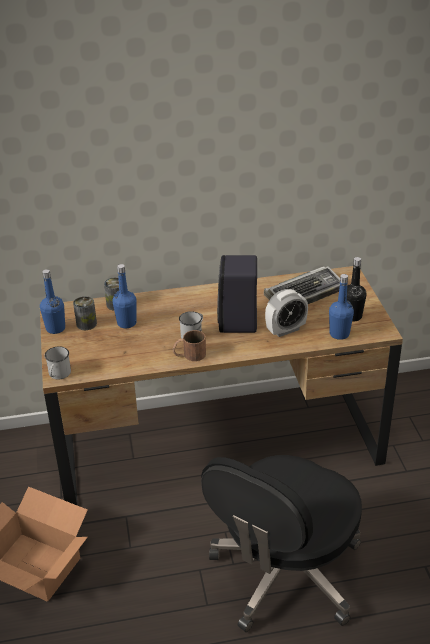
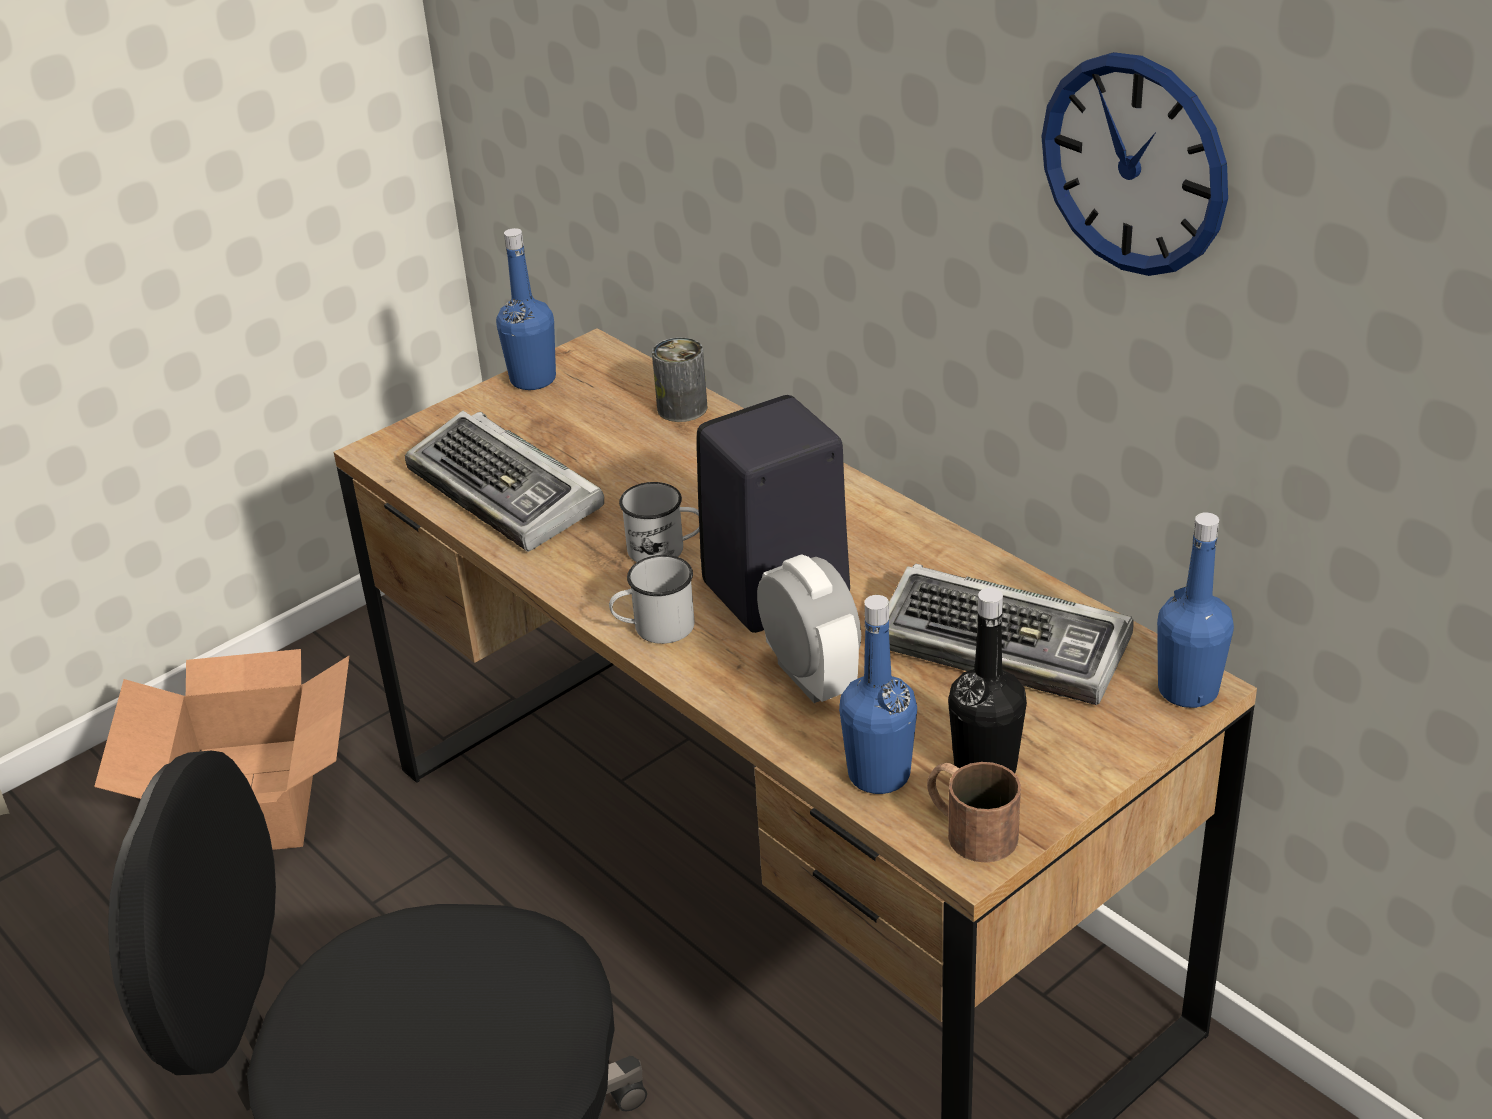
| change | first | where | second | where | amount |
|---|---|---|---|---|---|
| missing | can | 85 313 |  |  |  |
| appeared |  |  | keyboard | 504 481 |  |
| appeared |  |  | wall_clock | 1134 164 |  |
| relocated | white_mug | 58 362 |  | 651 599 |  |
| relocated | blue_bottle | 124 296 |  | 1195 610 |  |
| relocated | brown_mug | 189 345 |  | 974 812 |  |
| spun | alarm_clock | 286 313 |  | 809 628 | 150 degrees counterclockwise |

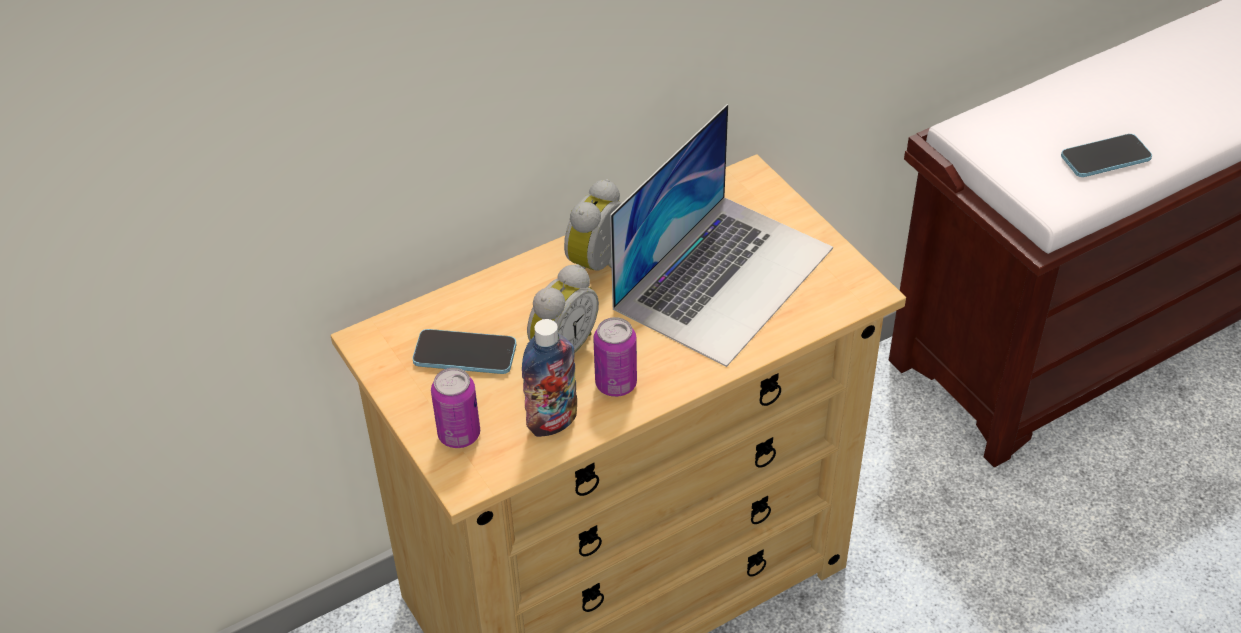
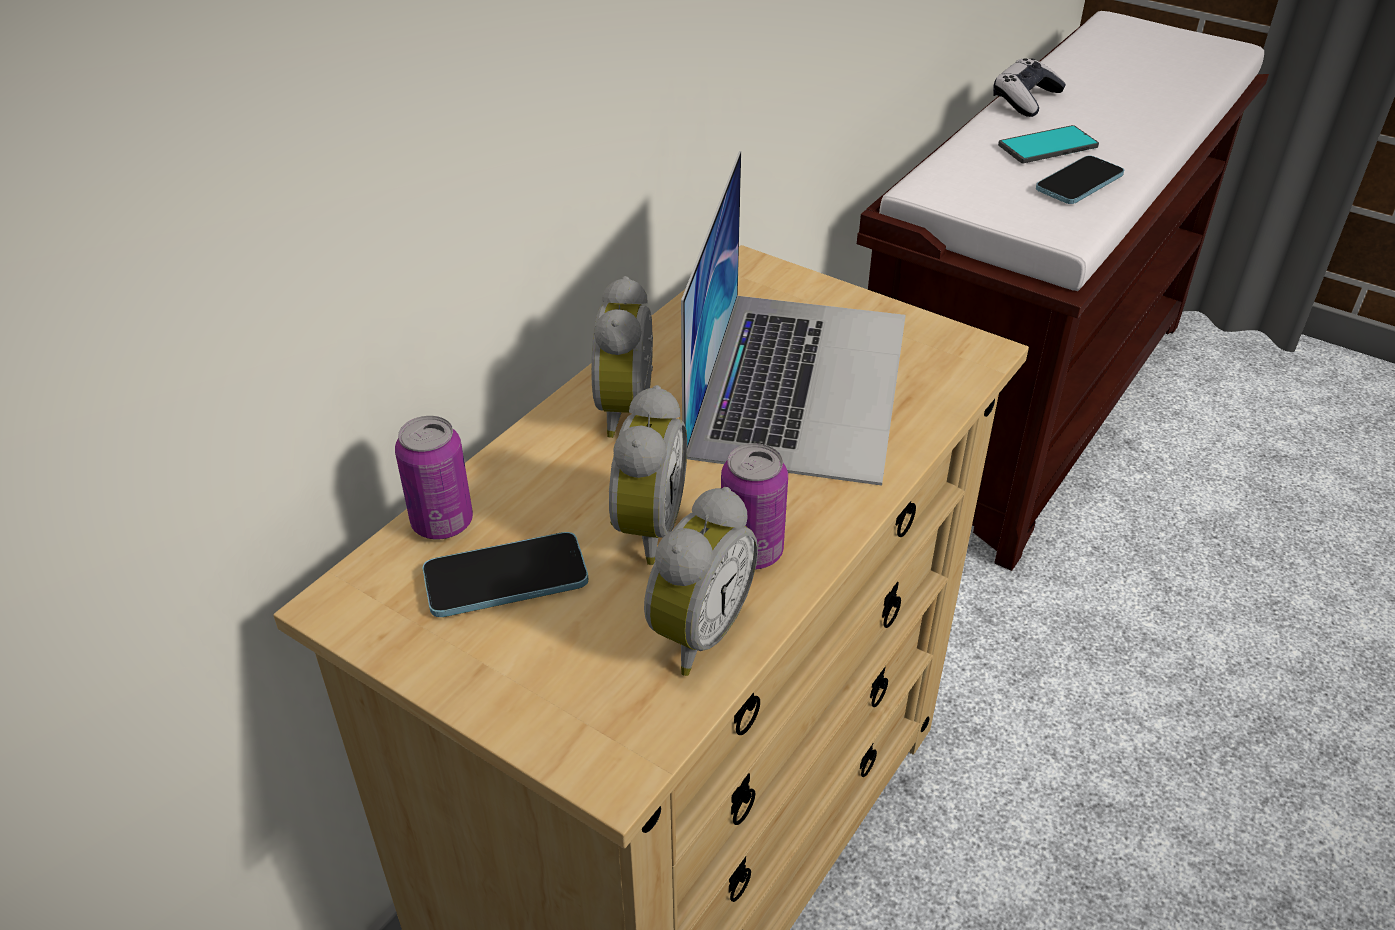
| change | first | where | second | where | amount |
|---|---|---|---|---|---|
| appeared |  |  | game_controller | 1029 87 |  |
| appeared |  |  | phone | 1048 144 |  |
| relocated | can | 455 408 |  | 434 477 |  |
| exchanged | bottle | 549 378 | alarm_clock | 701 581 |  |

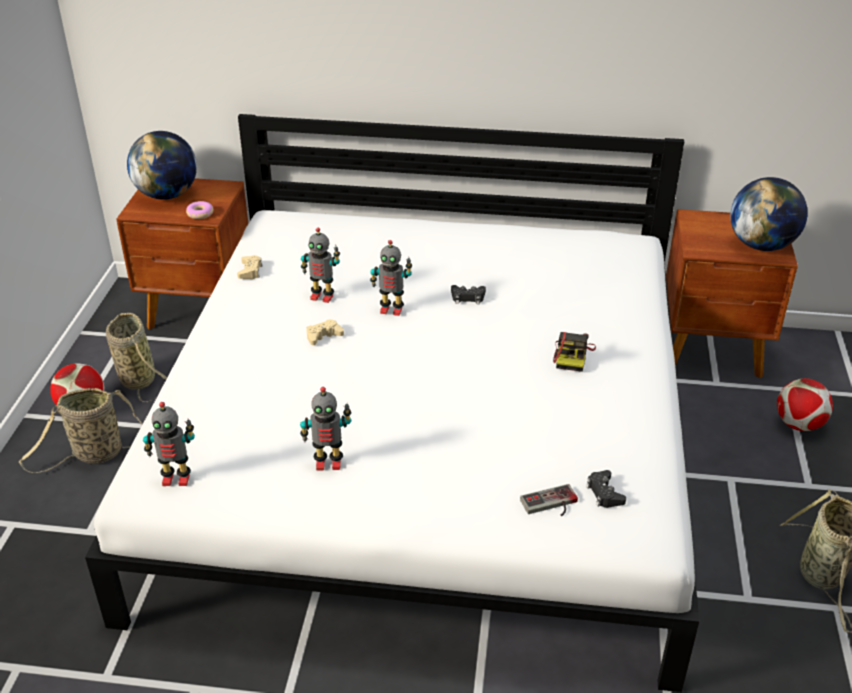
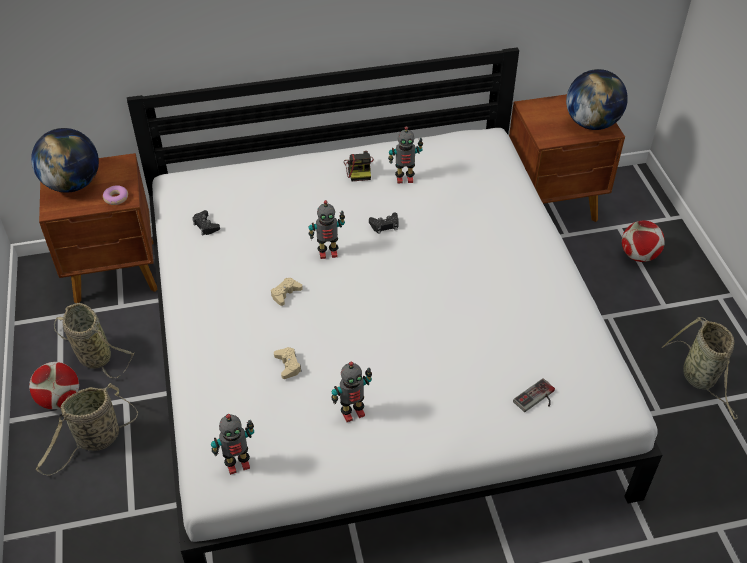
| change | first | where | second | where | amount |
|---|---|---|---|---|---|
| relocated | beige_game_controller | 249 267 |  | 288 363 |  |
| relocated | toy_robot | 320 265 |  | 405 154 |  |
| relocated | photo_camera | 574 352 |  | 359 166 |  |
| relocated | black_game_controller | 606 489 |  | 206 222 |  |

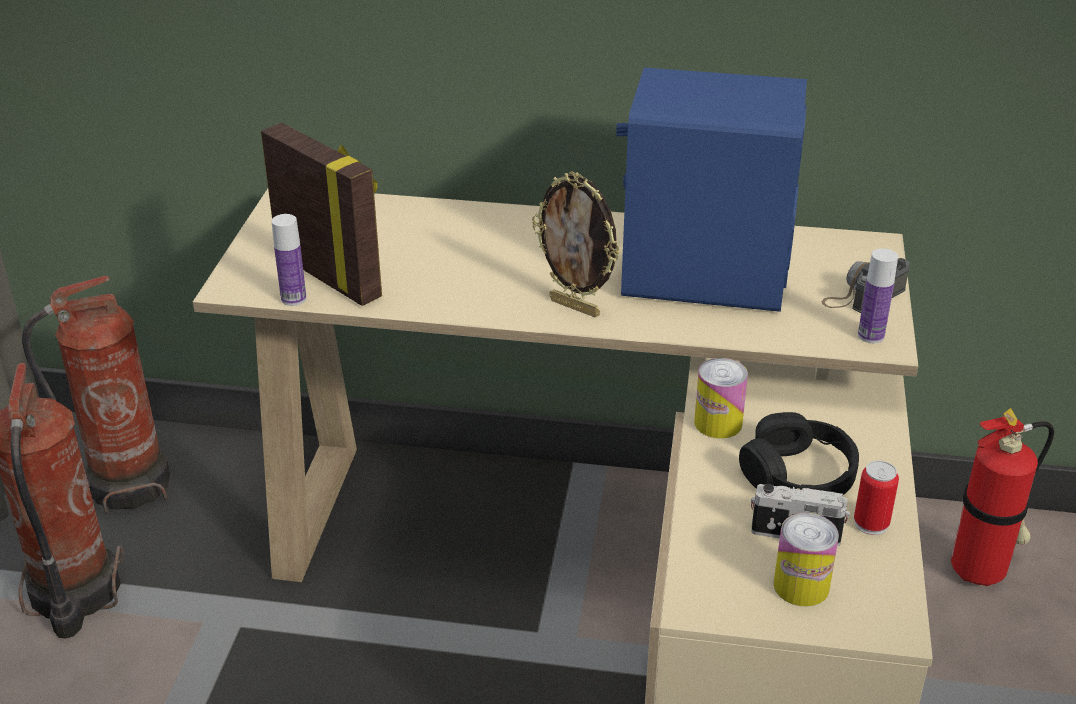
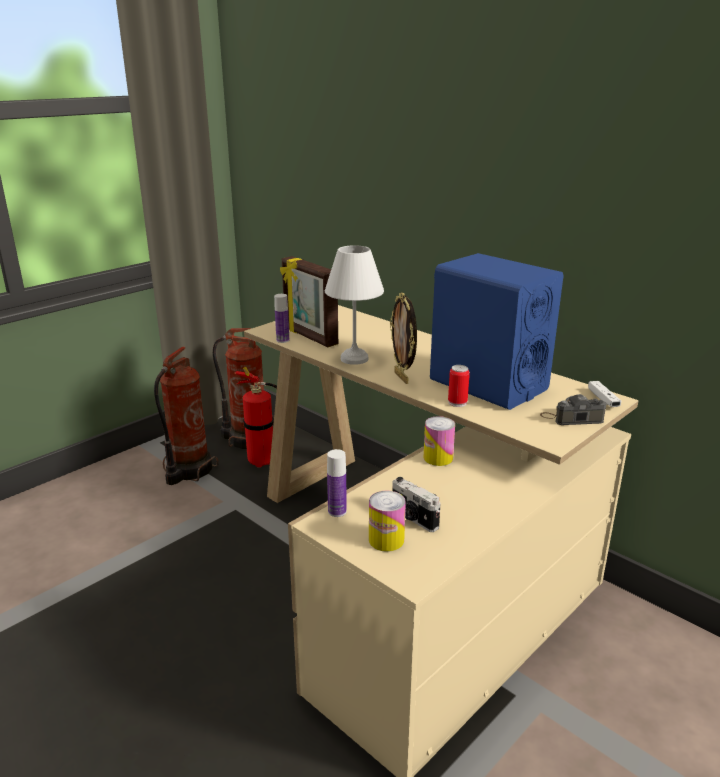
| change | first | where | second | where | amount |
|---|---|---|---|---|---|
| missing | black_headphones | 799 453 |  |  |  |
| appeared |  |  | white_table_lamp | 354 305 |  |
| appeared |  |  | white_game_controller | 604 394 |  |
| relocated | can | 876 498 |  | 459 386 |  |
| relocated | bottle | 878 295 |  | 337 483 |  |
| relocated | fire_extinguisher | 1002 497 |  | 256 417 |  |
| spun | picture_frame | 321 214 |  | 309 301 | 150 degrees clockwise |

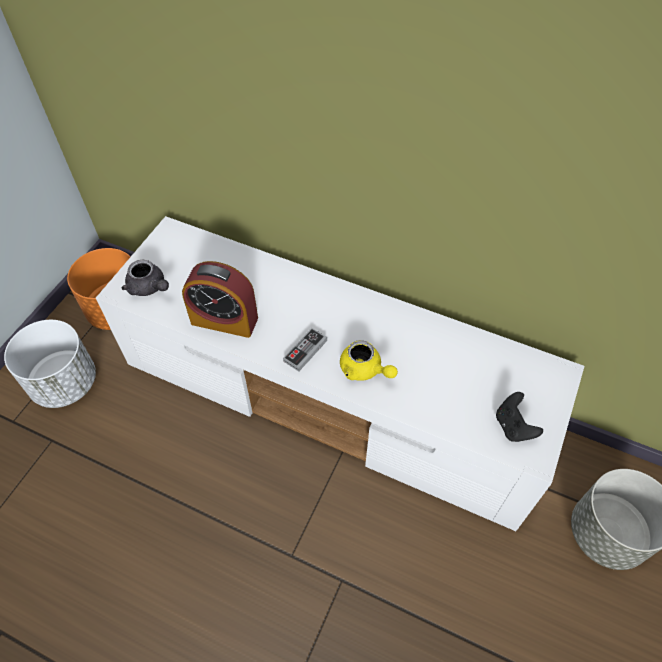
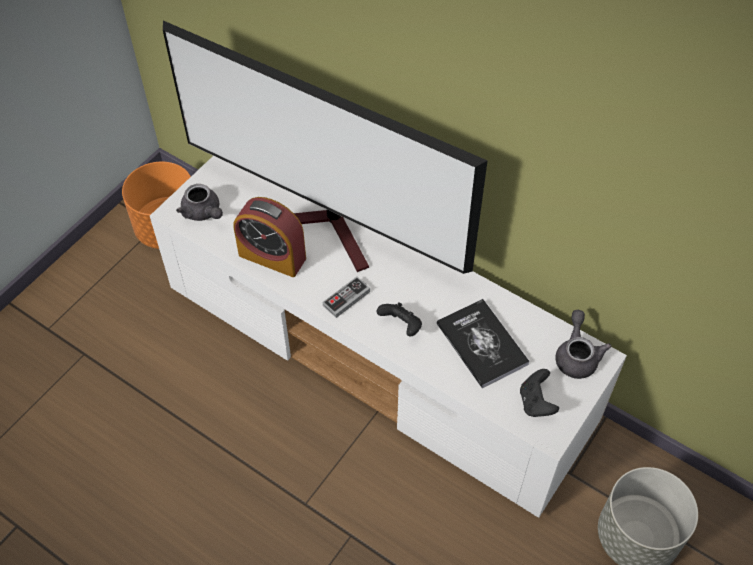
| change | first | where | second | where | amount |
|---|---|---|---|---|---|
| missing | white_planter | 50 364 |  |  |  |
| appeared |  |  | television | 325 147 |  |
| appeared |  |  | book | 483 343 |  |
| appeared |  |  | grey_teapot | 583 344 |  |
| exchanged | yellow_teapot | 369 360 | black_game_controller | 399 319 |  |

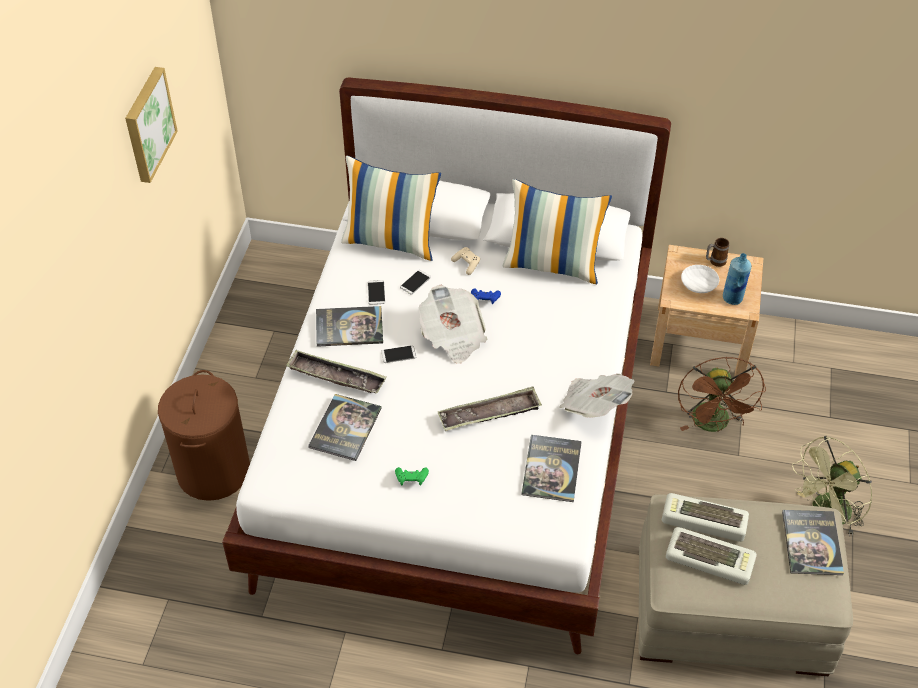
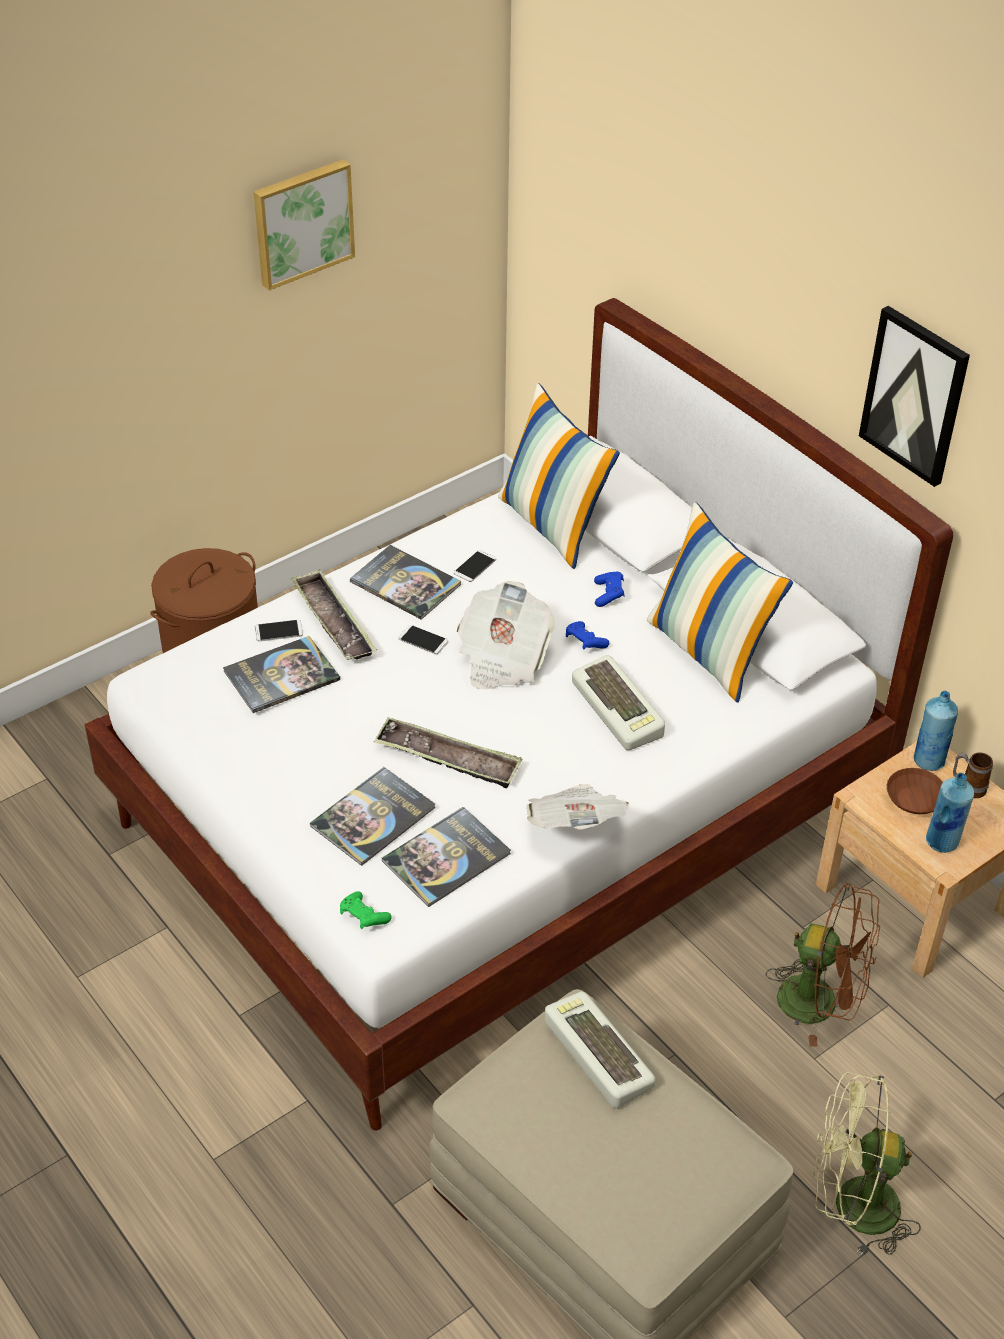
| change | first | where | second | where | amount |
|---|---|---|---|---|---|
| appeared |  |  | picture | 914 396 |  |
| appeared |  |  | blue_bottle | 936 731 |  |
| relocated | green_game_controller | 412 476 |  | 366 910 |  |
| relocated | phone | 415 282 |  | 279 630 |  |
| relocated | keyboard | 711 556 |  | 618 702 |  |
| relocated | book | 813 542 |  | 373 816 |  |
| colour | beige_game_controller | 465 261 | blue_game_controller | 609 589 |  |
| colour | white_bowl | 700 279 | brown_bowl | 915 791 |  |
| spun | brown_fan | 722 394 |  | 823 964 | 105 degrees counterclockwise |

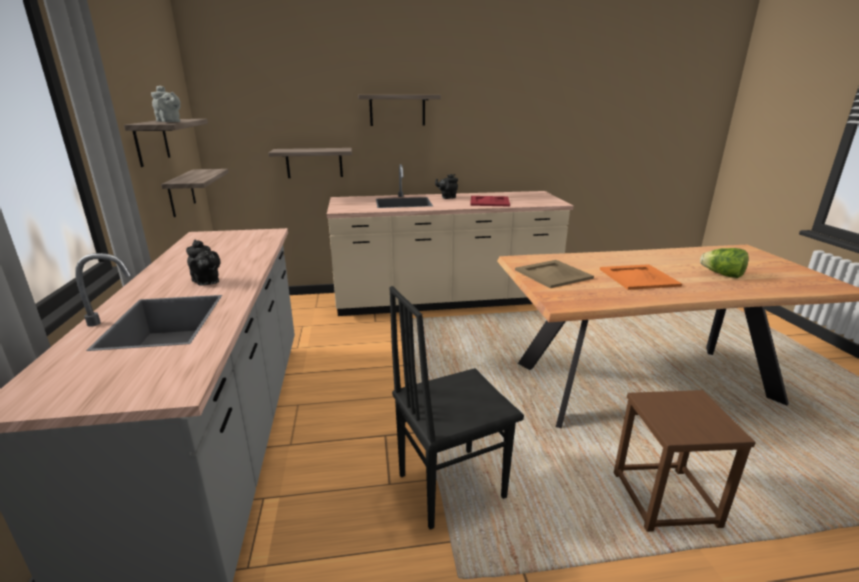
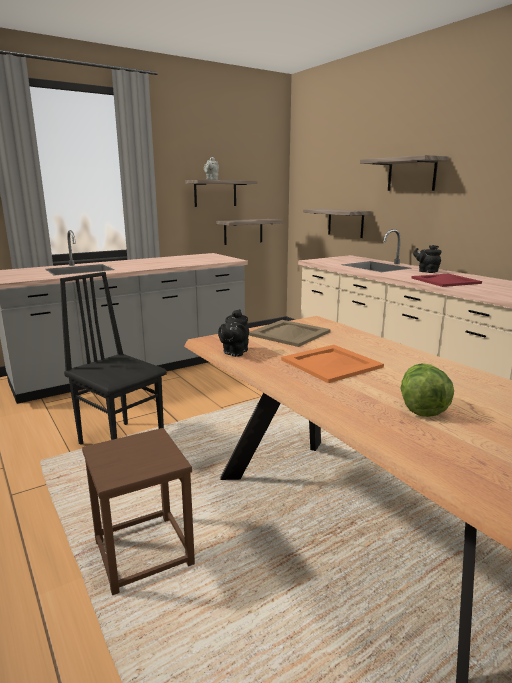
| change | first | where | second | where | amount |
|---|---|---|---|---|---|
| relocated | black_teapot | 203 263 |  | 233 333 |  |

